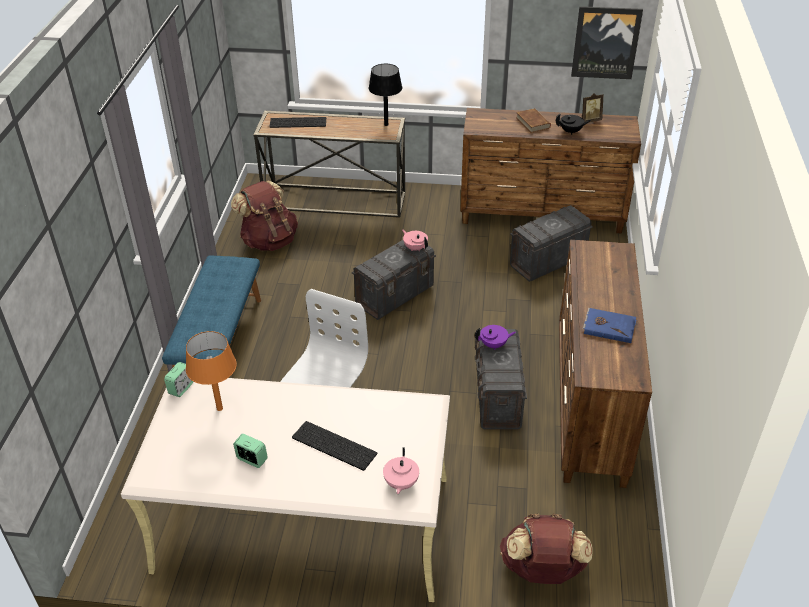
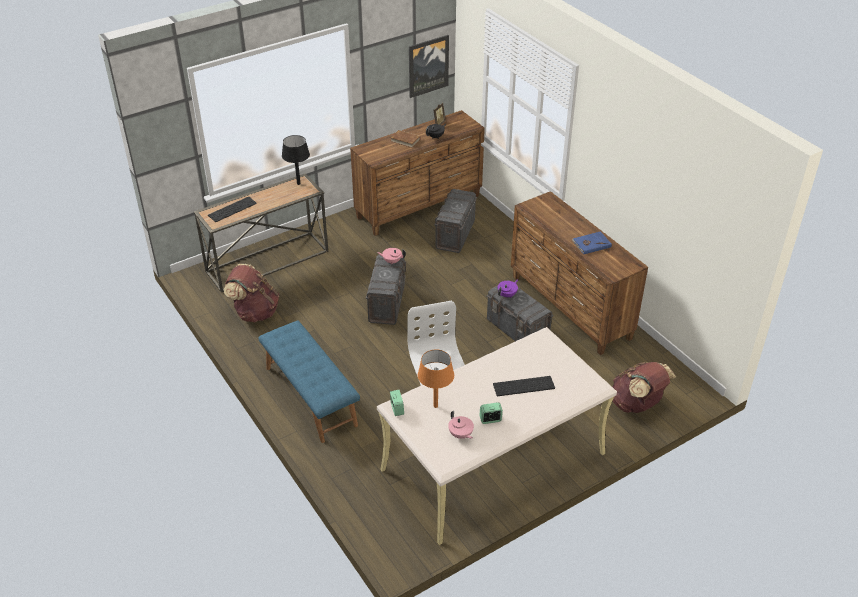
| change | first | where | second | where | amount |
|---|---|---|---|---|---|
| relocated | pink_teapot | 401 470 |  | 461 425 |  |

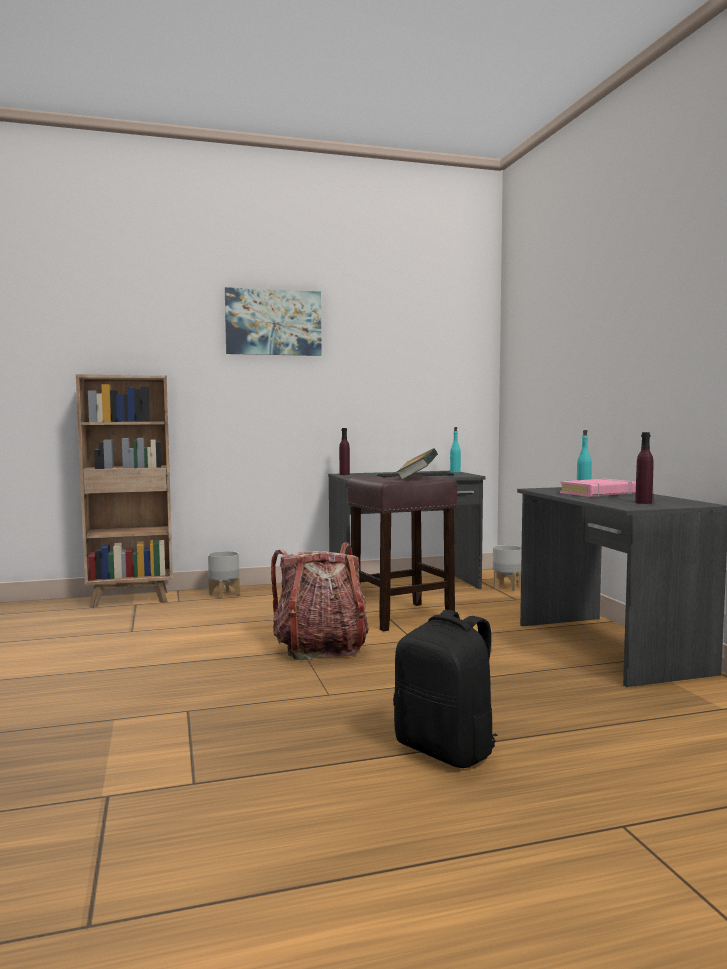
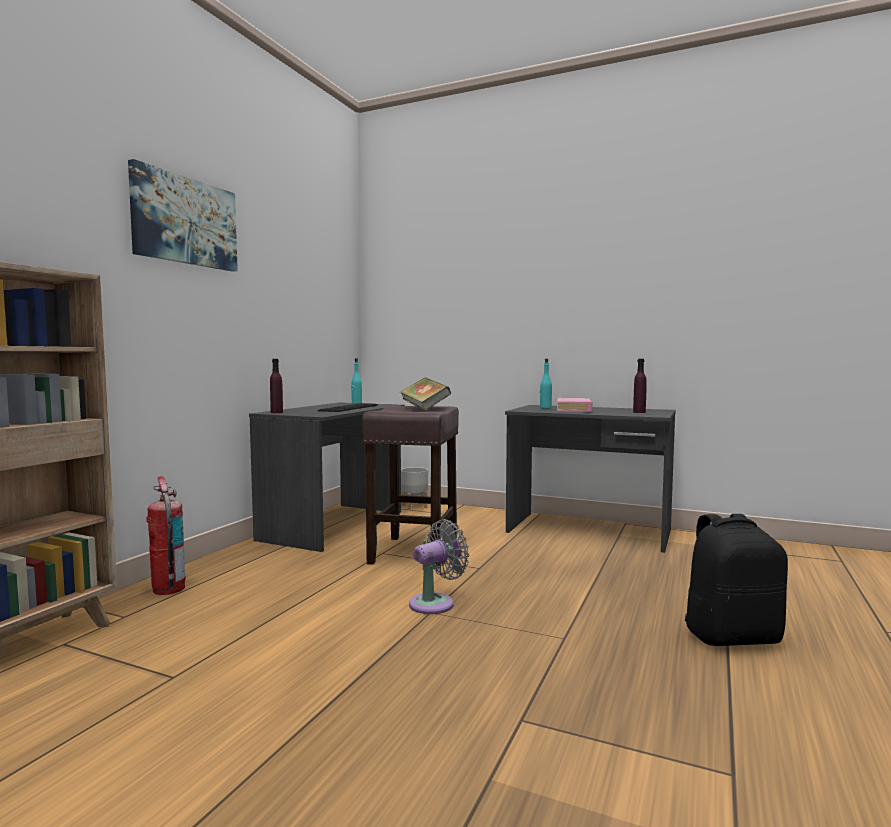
| change | first | where | second | where | amount |
|---|---|---|---|---|---|
| exchanged | grey_planter | 224 575 | fire_extinguisher | 166 535 |  |
| exchanged | backpack | 320 601 | grey_fan | 439 566 |  |

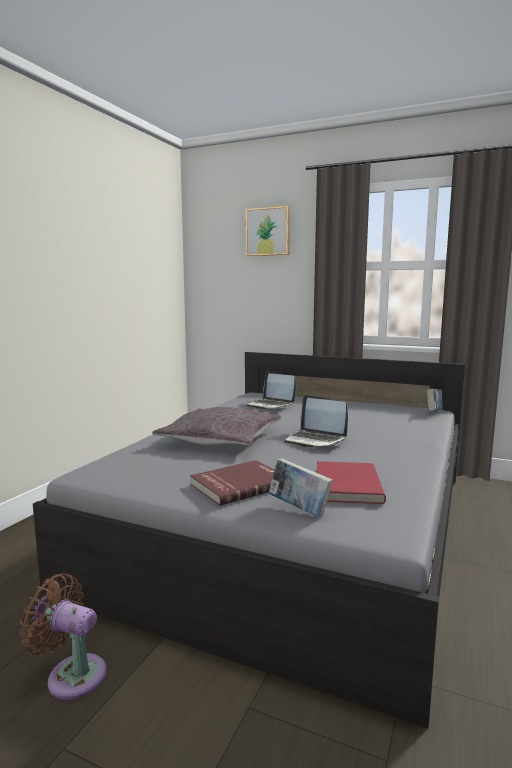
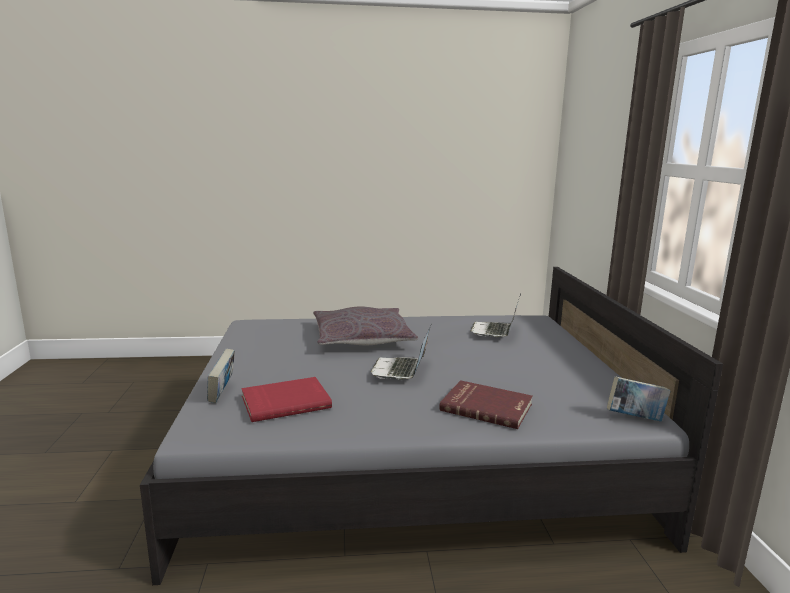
| change | first | where | second | where | amount |
|---|---|---|---|---|---|
| missing | brown_fan | 63 636 |  |  |  |
| missing | picture | 268 231 |  |  |  |
| relocated | red_book | 232 483 |  | 486 404 |  |

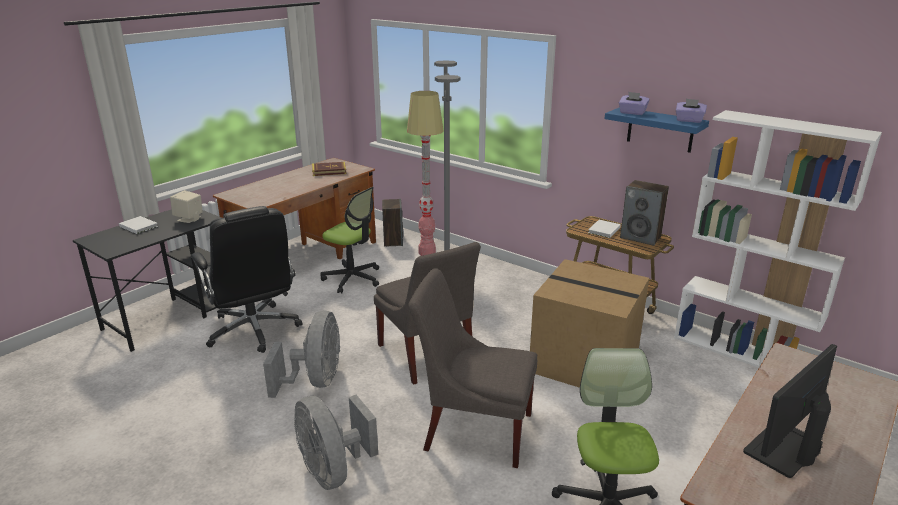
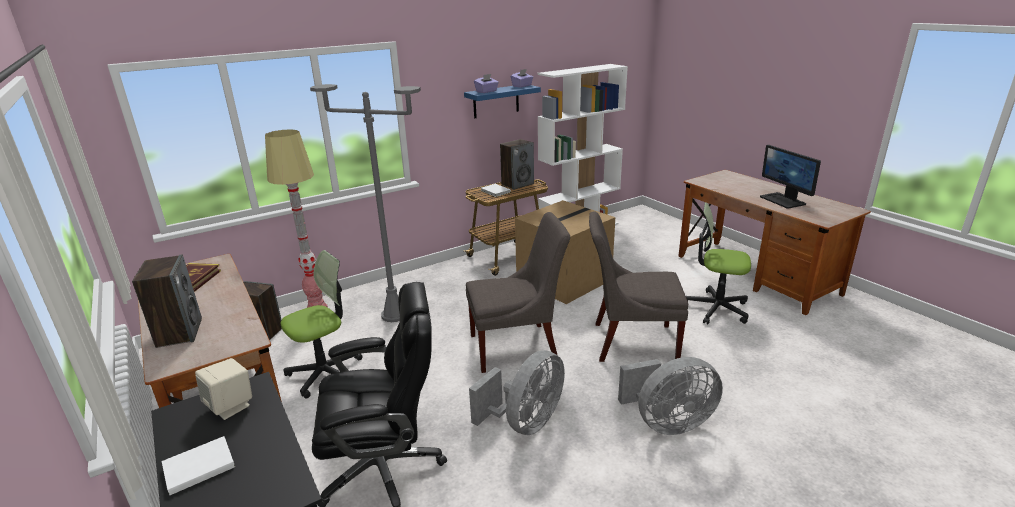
| change | first | where | second | where | amount |
|---|---|---|---|---|---|
| appeared |  |  | speaker | 167 301 |  |
| spun | grey_fan | 301 354 |  | 517 392 | 105 degrees clockwise |
| spun | grey_chair | 473 368 |  | 638 286 | 60 degrees clockwise |

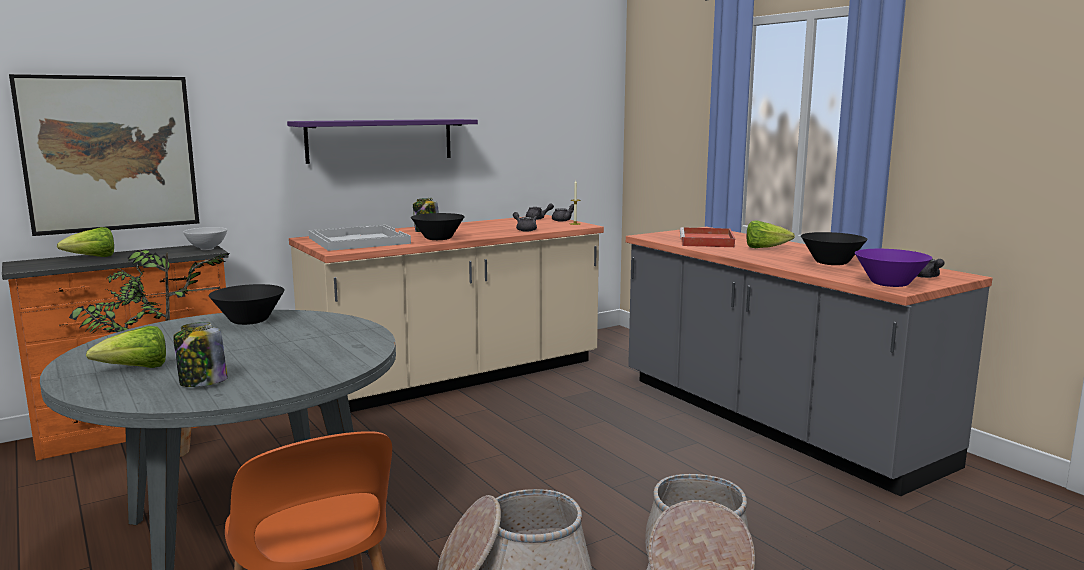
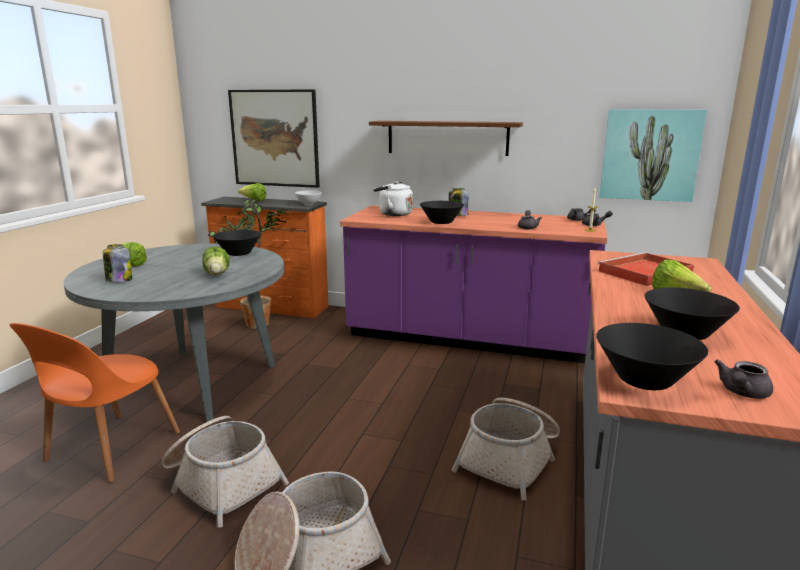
| change | first | where | second | where | amount |
|---|---|---|---|---|---|
| appeared |  |  | lettuce | 215 260 |  |
| appeared |  |  | basket | 506 449 |  |
| appeared |  |  | picture | 653 155 |  |
| exchanged | white_tray | 360 238 | white_kettle | 393 198 |  |
| colour | purple_shelf | 382 141 | brown_shelf | 446 138 |  |
| colour | beige_counter | 446 313 | purple_counter | 474 284 |  |
| colour | purple_bowl | 893 268 | black_bowl | 652 356 |  |

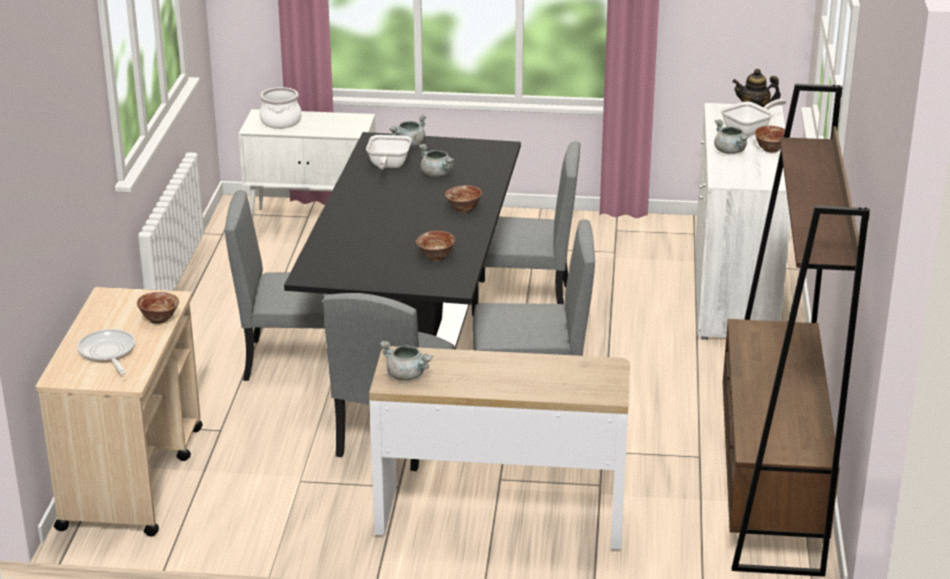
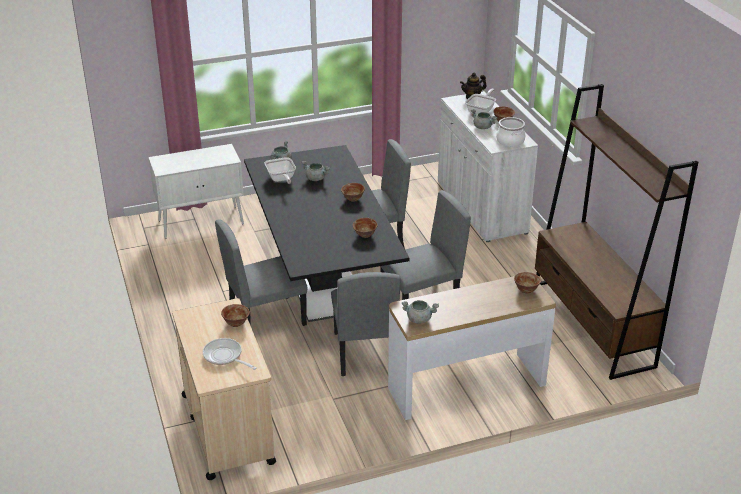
| change | first | where | second | where | amount |
|---|---|---|---|---|---|
| appeared |  |  | bowl | 527 282 |  |
| relocated | cooking_pot | 280 108 |  | 510 132 |  |

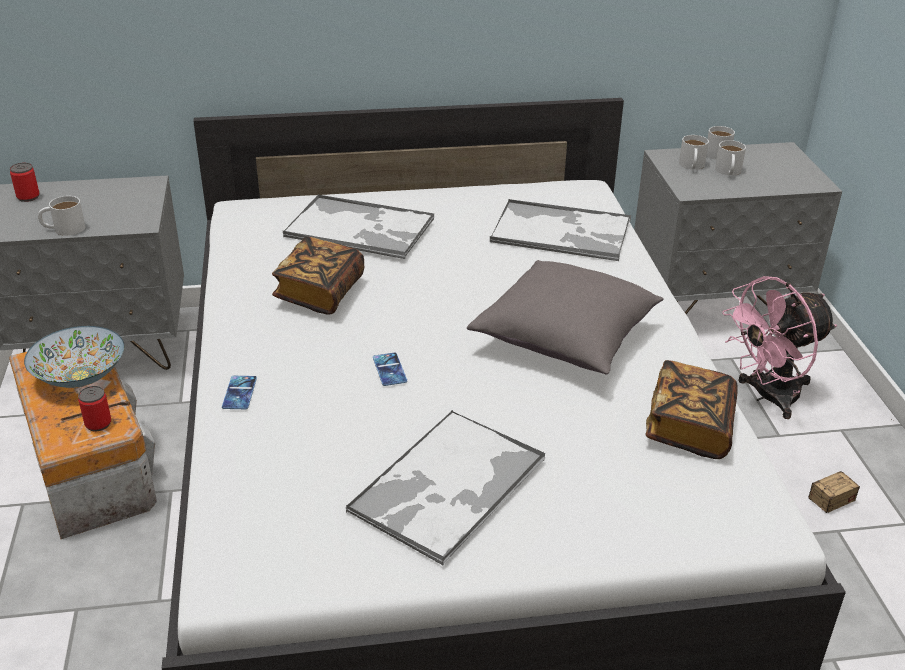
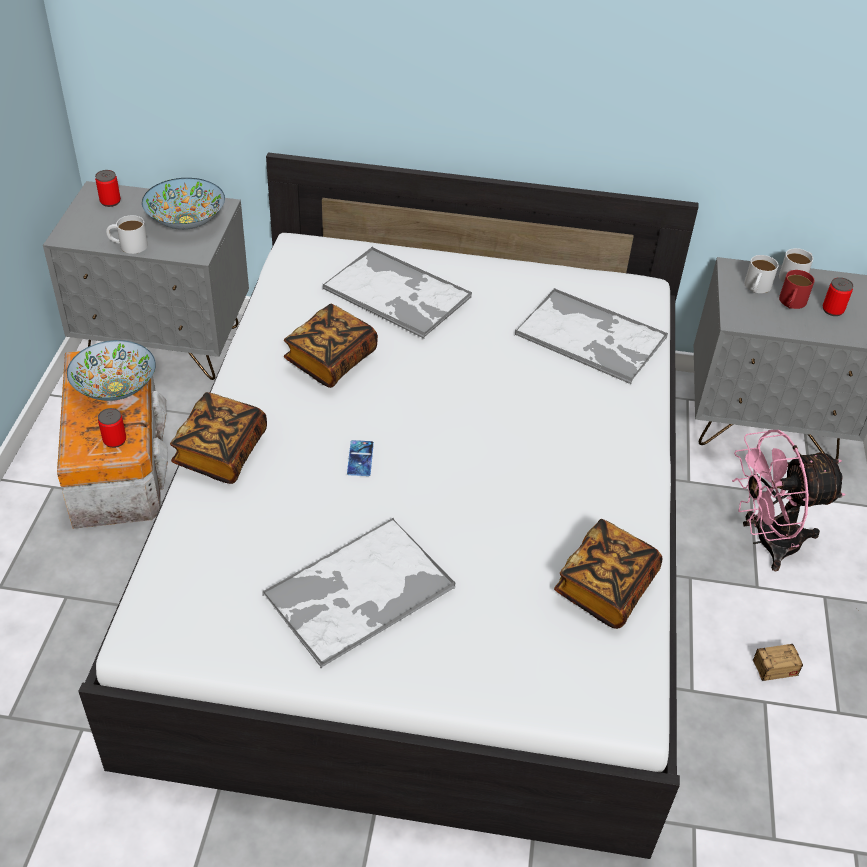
| change | first | where | second | where | amount |
|---|---|---|---|---|---|
| missing | grey_pillow | 565 317 |  |  |  |
| appeared |  |  | bowl | 183 204 |  |
| appeared |  |  | can | 837 296 |  |
| exchanged | phone | 239 392 | book | 218 438 |  |
| colour | white_mug | 730 158 | red_mug | 797 289 |  |

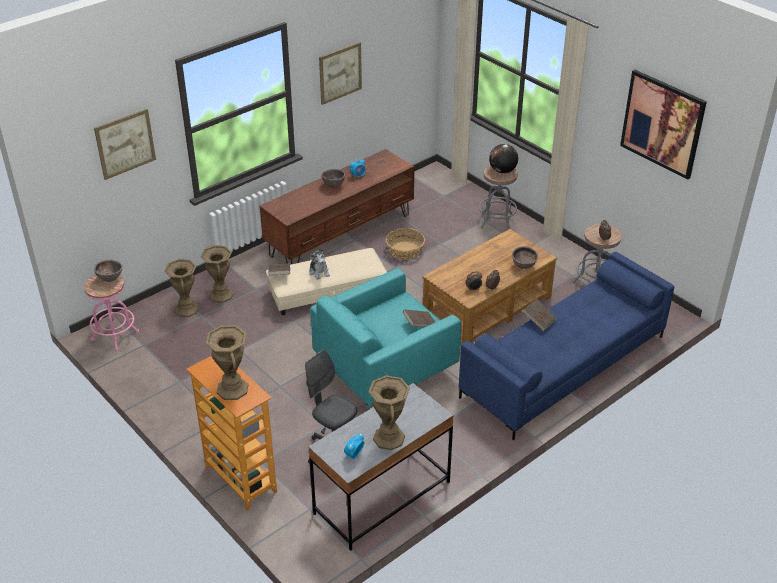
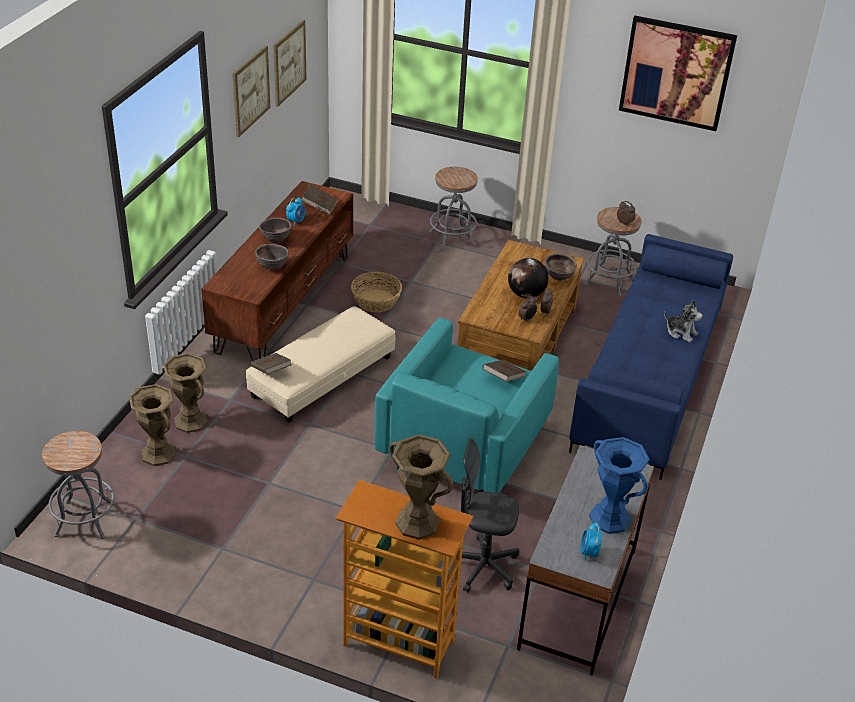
| change | first | where | second | where | amount |
|---|---|---|---|---|---|
| relocated | picture | 125 144 |  | 290 63 |  |
| relocated | brown_bowl | 108 270 |  | 272 257 |  |
| relocated | plush_toy | 319 264 |  | 683 321 |  |
| relocated | globe | 503 158 |  | 528 278 |  |
| relocated | brown_book | 539 315 |  | 319 199 |  |
| colour | pink_stool | 111 313 | grey_stool | 79 485 |  |
| colour | brown_vase | 389 412 | blue_vase | 619 485 |  |

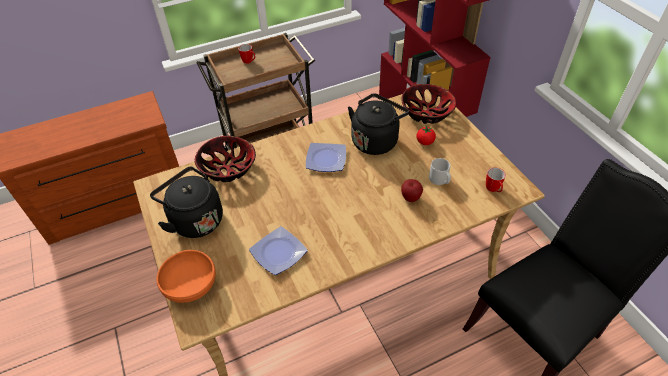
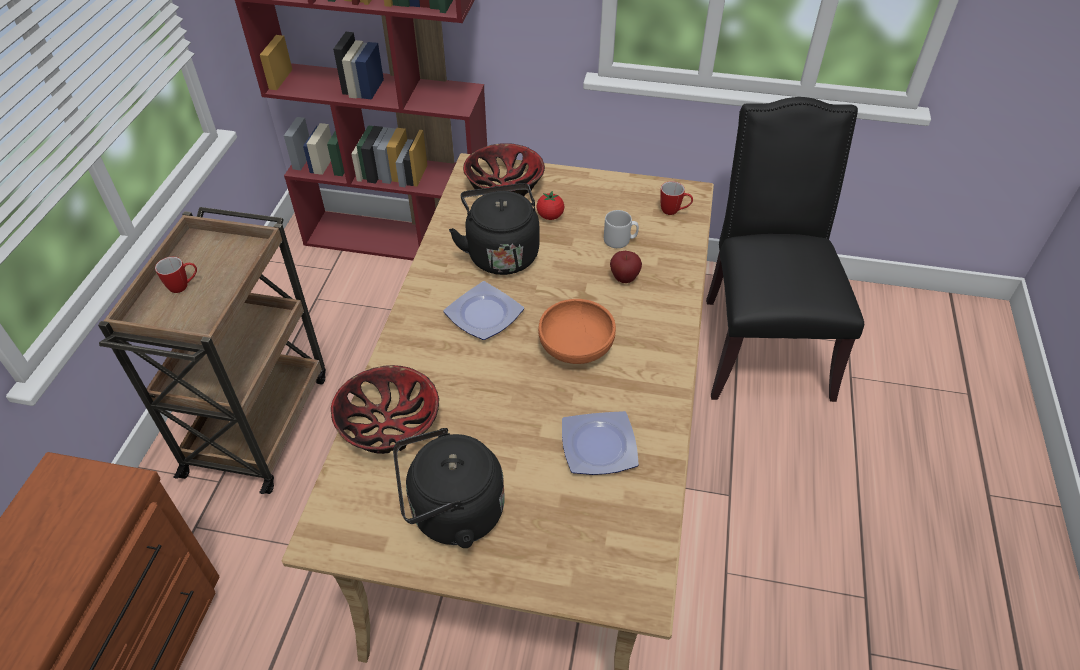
| change | first | where | second | where | amount |
|---|---|---|---|---|---|
| relocated | orange_bowl | 186 276 |  | 577 331 |  |

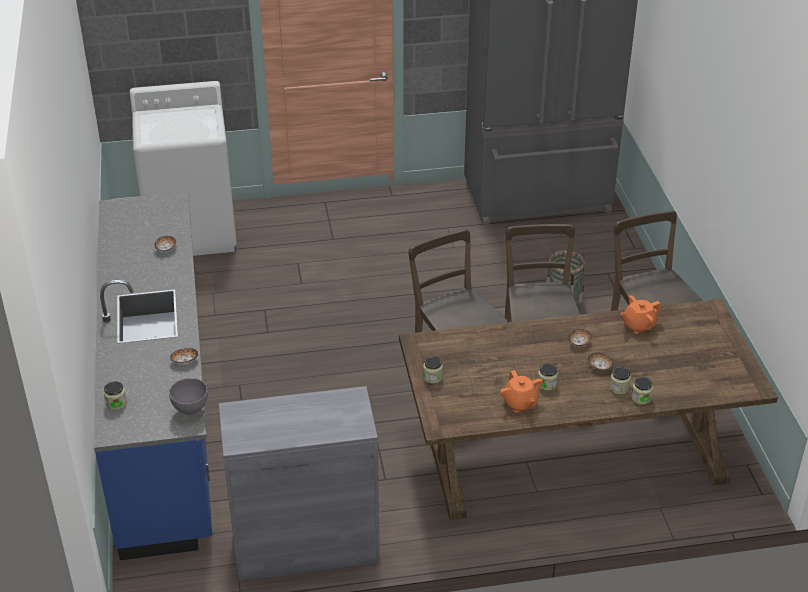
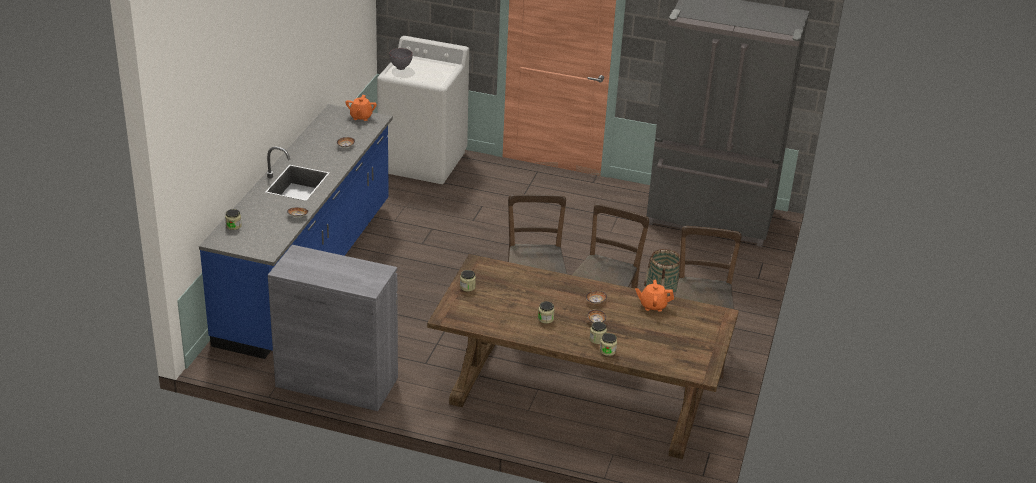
| change | first | where | second | where | amount |
|---|---|---|---|---|---|
| relocated | grey_bowl | 188 396 |  | 401 59 |  |
| relocated | orange_teapot | 521 391 |  | 361 108 |  |

